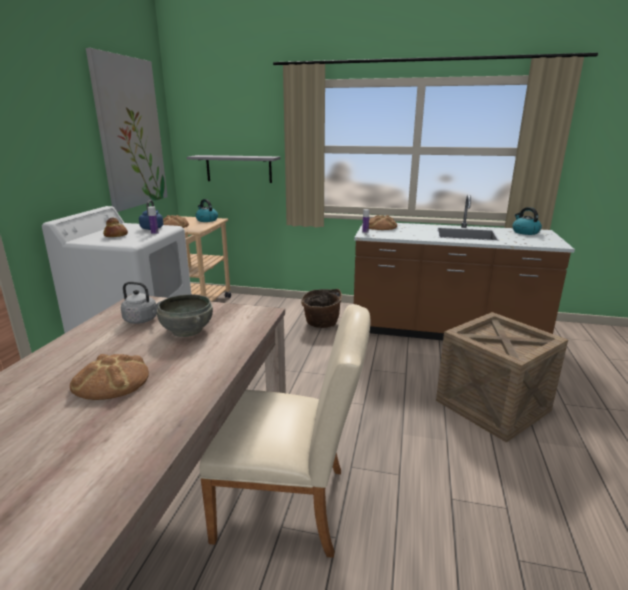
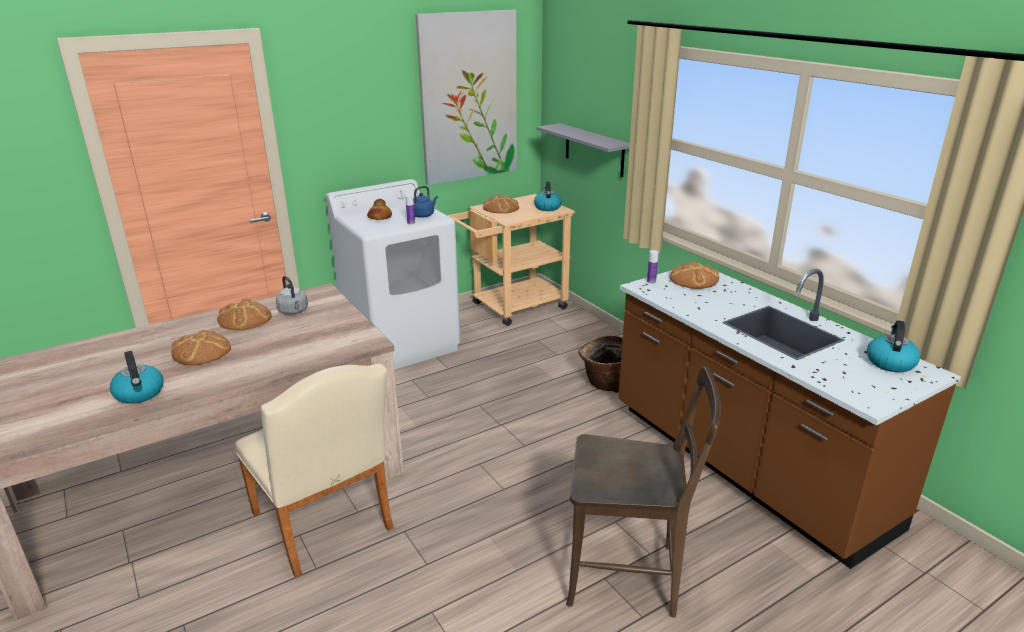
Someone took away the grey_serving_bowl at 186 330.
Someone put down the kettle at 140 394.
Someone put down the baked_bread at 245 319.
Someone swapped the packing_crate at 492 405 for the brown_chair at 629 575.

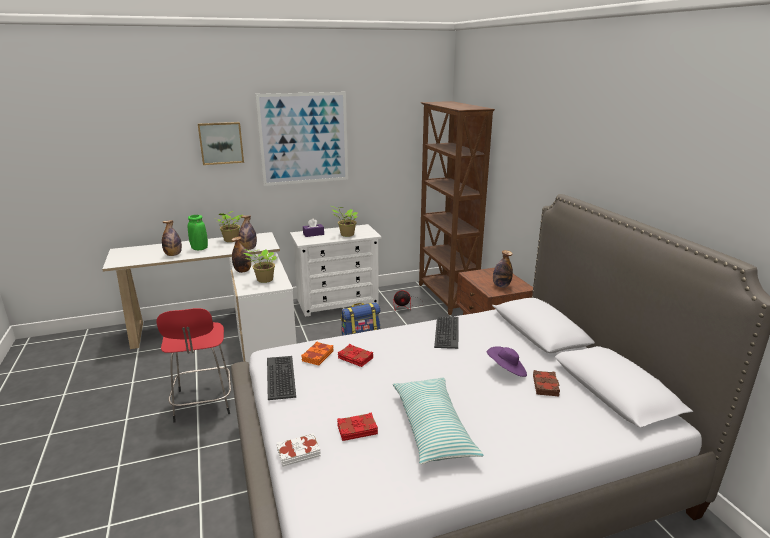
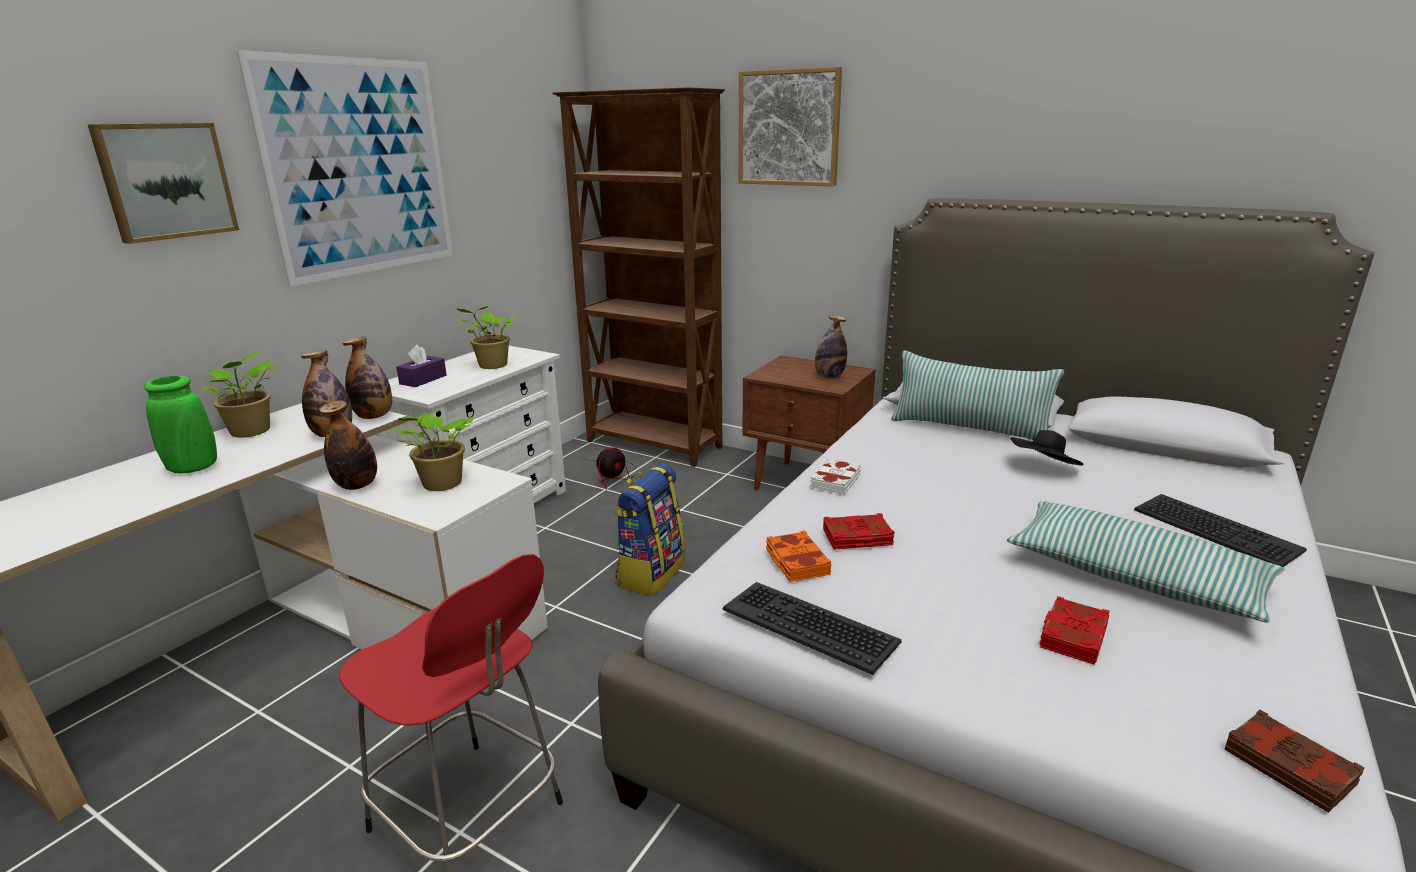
Someone put up the wall_art at 789 128.
Someone put down the pillow at 969 428.
Someone carried the beverage_bottle from 173 255 to 374 416.
Someone carried the white-coloured_bound_book from 298 452 to 834 481.
Someone carried the keyboard from 446 332 to 1214 530.
Someone carried the brown_bound_book from 546 386 to 1289 766.
Someone repainted the purple_clothing_hat at 506 370, which became the black-coloured_clothing_hat at 1043 469.

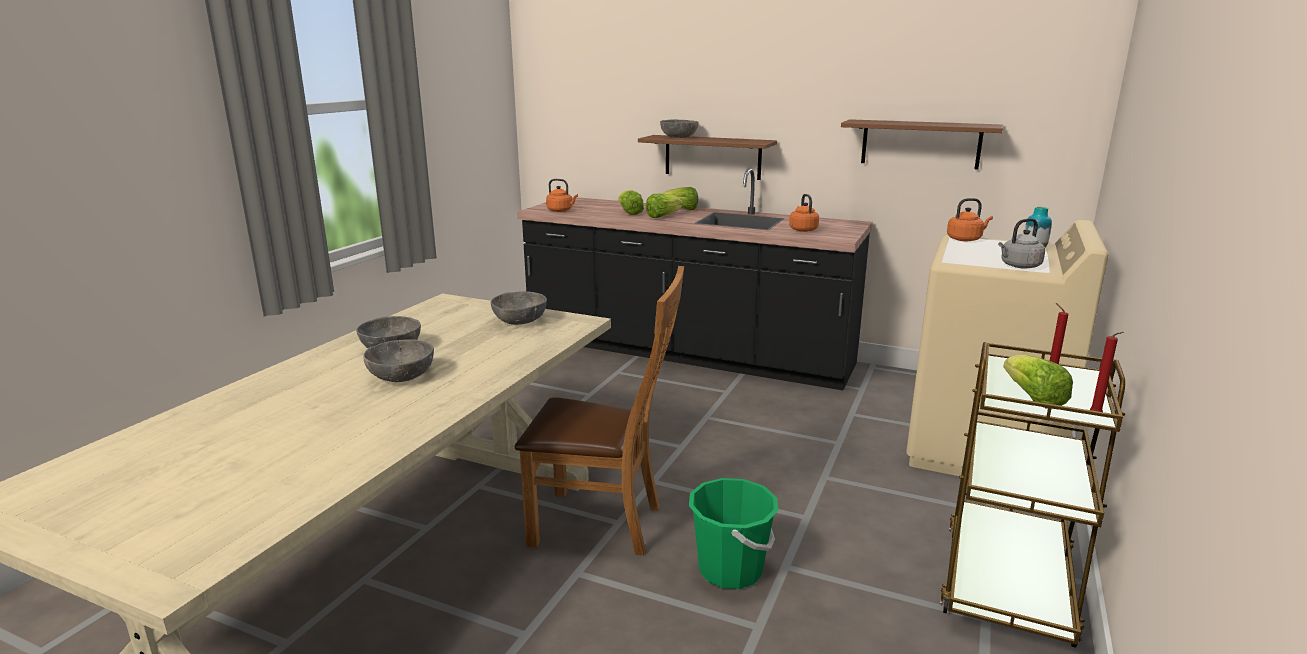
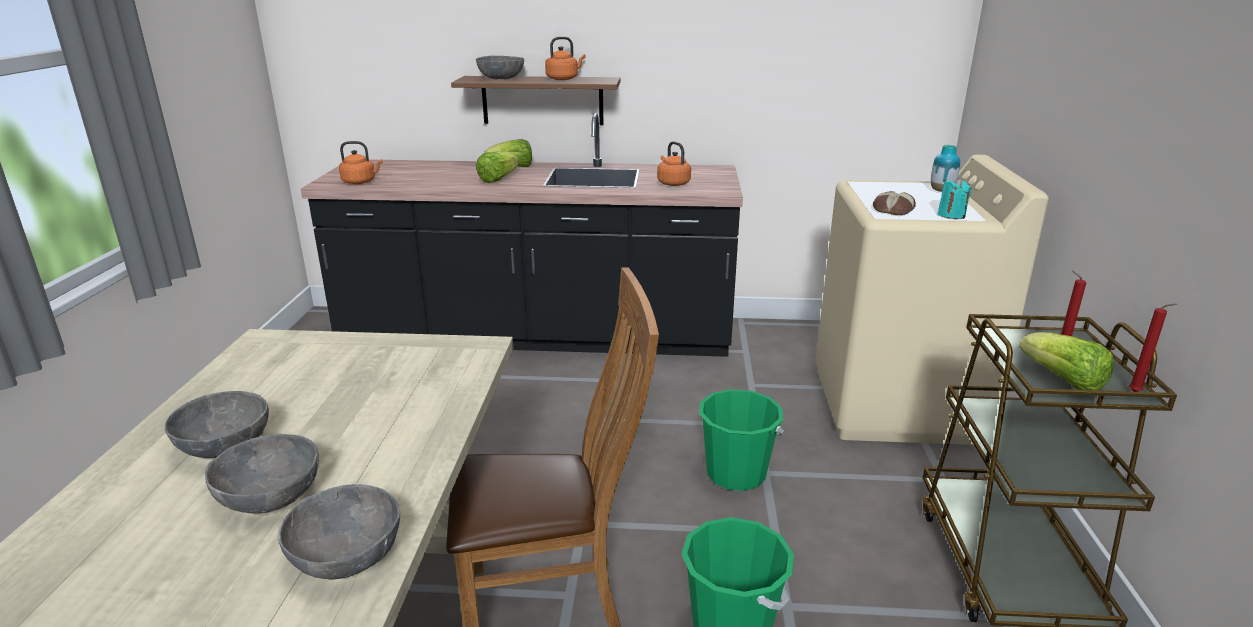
Someone took away the head_of_lettuce at 629 213.
Someone took away the brown_wall_shelf at 920 144.
Someone put down the green_pail at 736 474.
Someone put down the baked_bread at 892 209.
Someone carried the grey_serving_bowl from 520 321 to 347 556.
Someone carried the orange-coloured_kettle from 965 239 to 563 79.
Someone swapped the grey_kettle at 1018 266 for the blue-green_candle at 951 215.

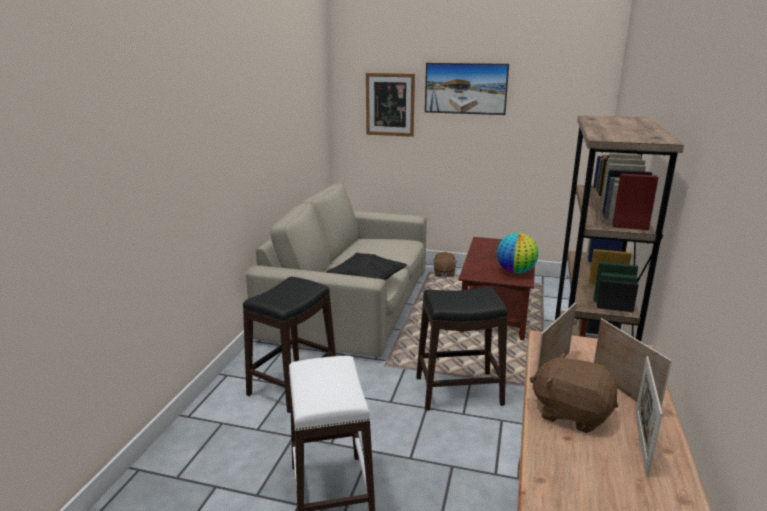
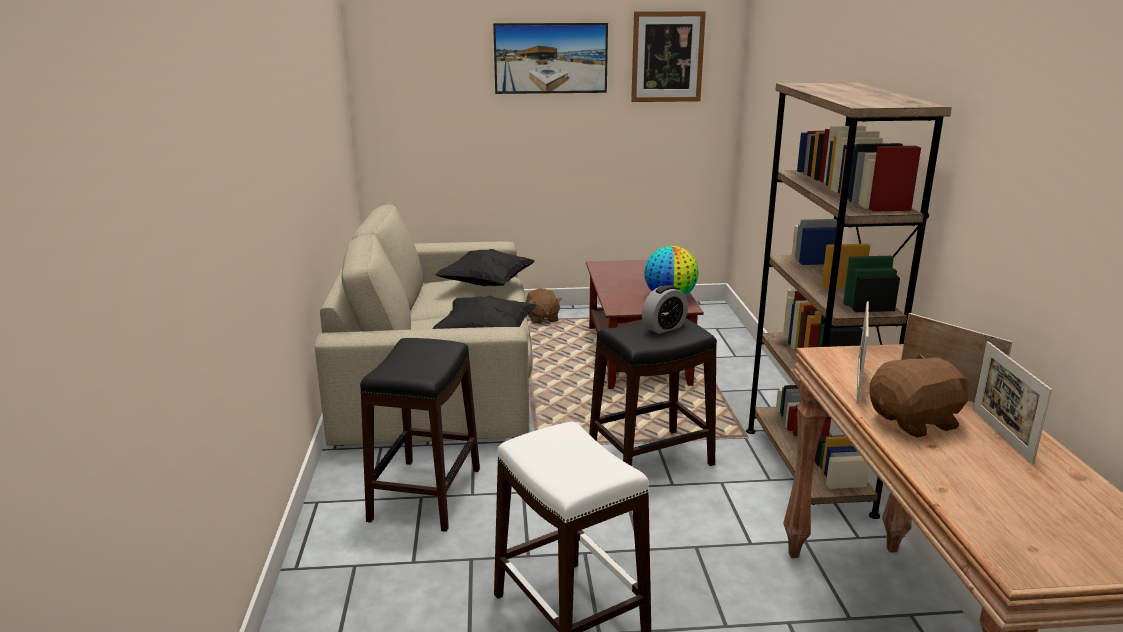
Someone put down the black-coloured_pillow at 486 284.
Someone put down the table_clock at 664 327.
Someone carried the wall_art from 390 104 to 667 57.
Someone rotated the brown_soft_toy at 571 413 by 150 degrees clockwise.

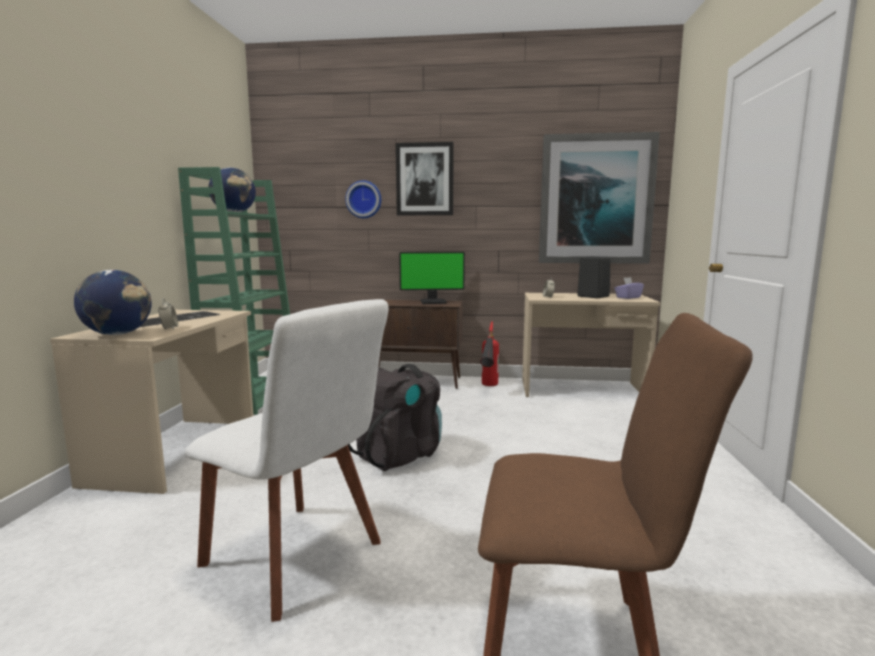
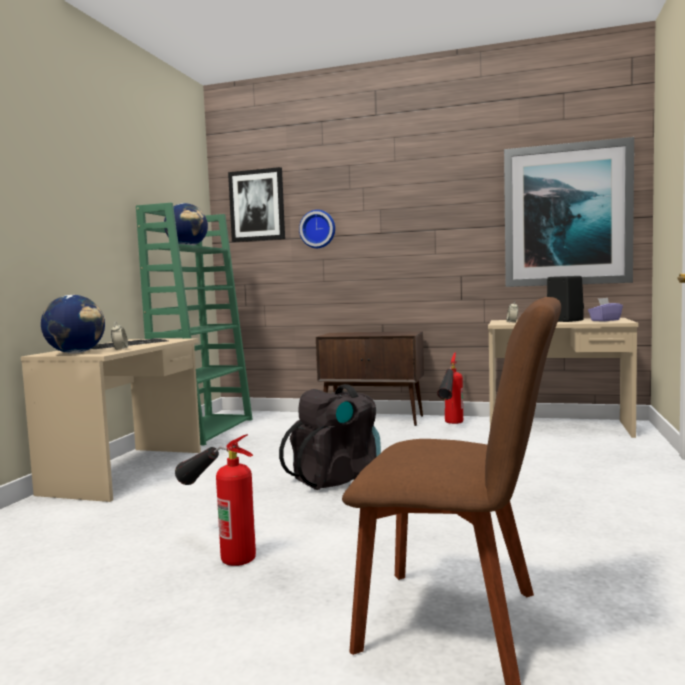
Someone took away the monitor at 433 302.
Someone carried the wall_art from 425 179 to 257 205.
Someone swapped the white-coloured_chair at 298 558 for the extinguisher at 219 549.

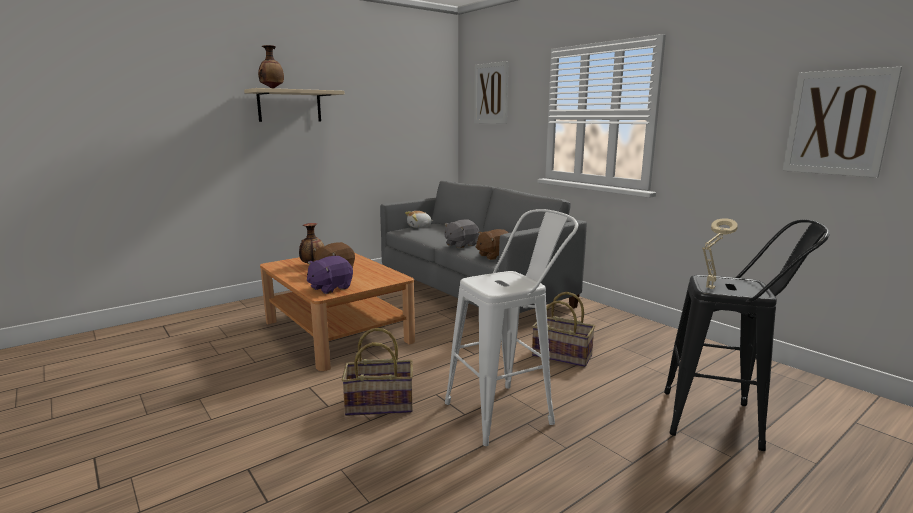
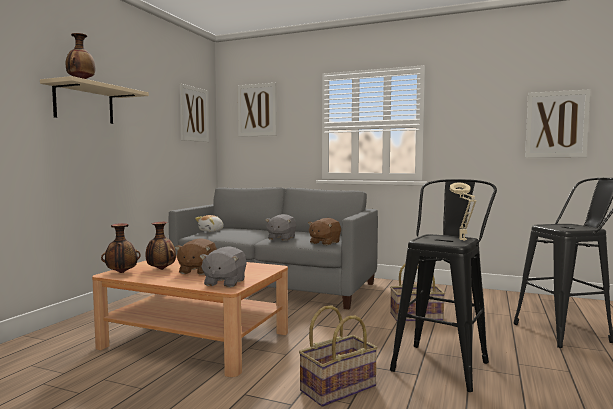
Someone put down the decorative_vase at 121 273.
Someone put up the wall_art at 194 114.
Someone carried the sand-coloured_tabletop_lamp from 709 289 to 463 240.
Someone repainted the purple_soft_toy at 330 288, which became the grey_soft_toy at 224 282.
Someone repainted the white-coloured_stool_seat at 508 411, which became the black-coloured_stool_seat at 443 362.

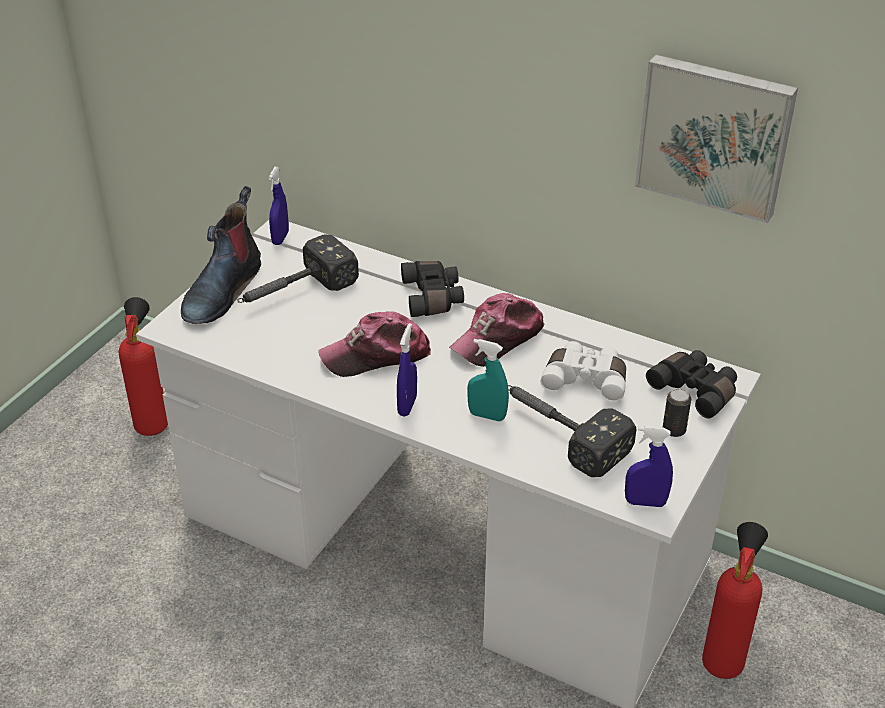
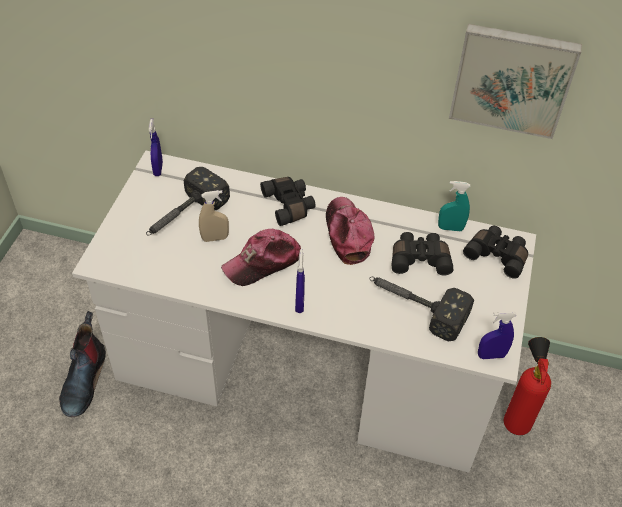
Someone took away the extinguisher at 152 422.
Someone took away the can at 674 430.
Someone put down the sand-coloured_sprayer at 215 238.
Someone carried the tall_boot from 222 290 to 84 380.
Someone carried the blue-green_sprayer from 487 415 to 450 228.
Someone repainted the white-coloured_binoculars at 586 379, which became the black-coloured_binoculars at 420 259.
Someone rotated the cap at 498 338 by 135 degrees clockwise.

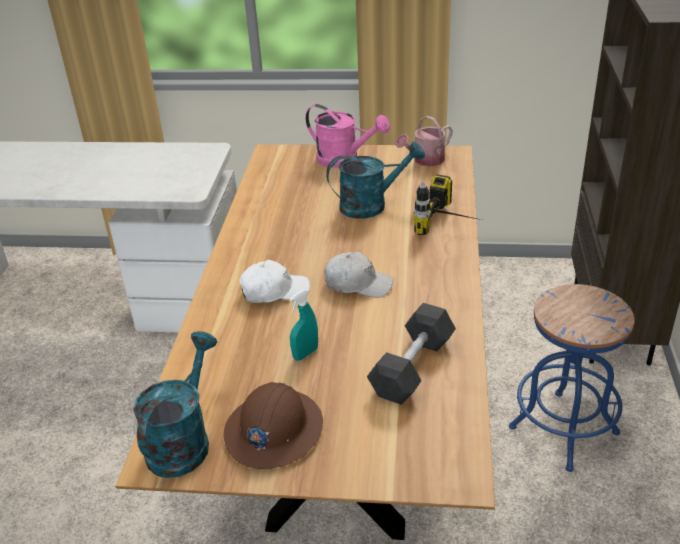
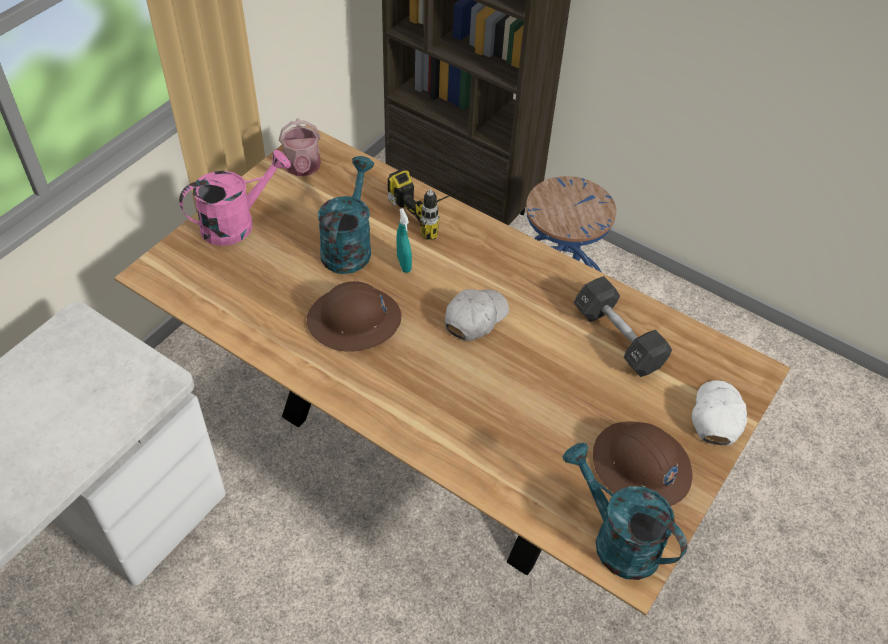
Someone put down the brown_hard_hat at 354 320.
Someone carried the white-coloured_cap from 274 291 to 716 416.
Someone carried the blue-green_sprayer from 305 354 to 404 264.

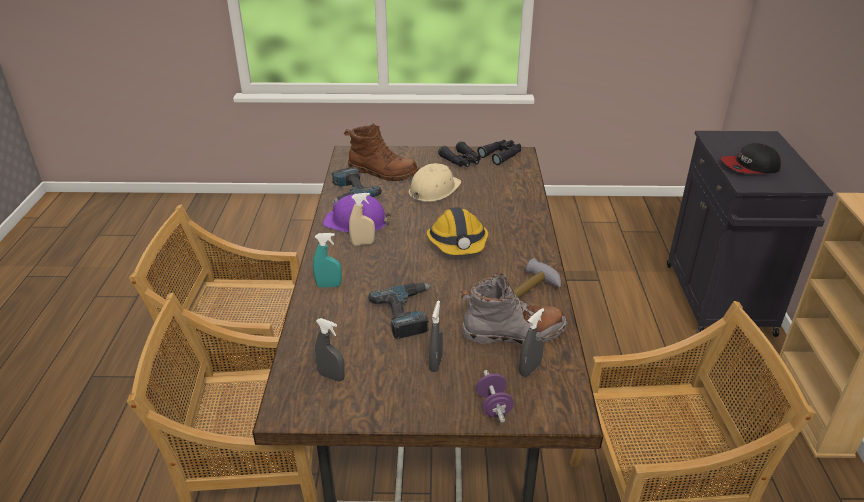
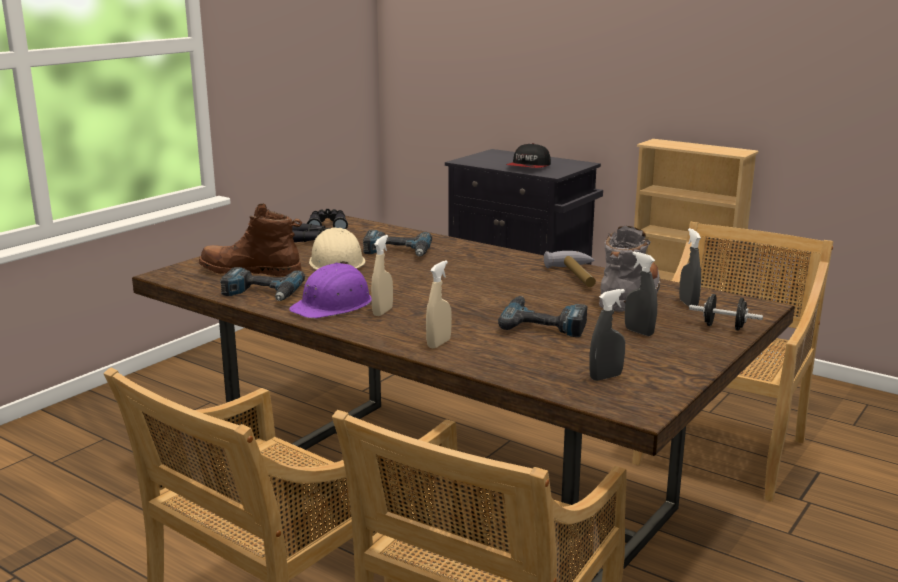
Someone took away the hard_hat at 458 243.
Someone put down the power_drill at 397 252.
Someone repainted the blue-green_sprayer at 329 285, which became the sand-coloured_sprayer at 438 343.
Someone repainted the purple_free_weight at 493 406, which became the black-coloured_free_weight at 724 327.
Someone rotated the brown_tall_boot at 382 172 by 135 degrees counterclockwise.

